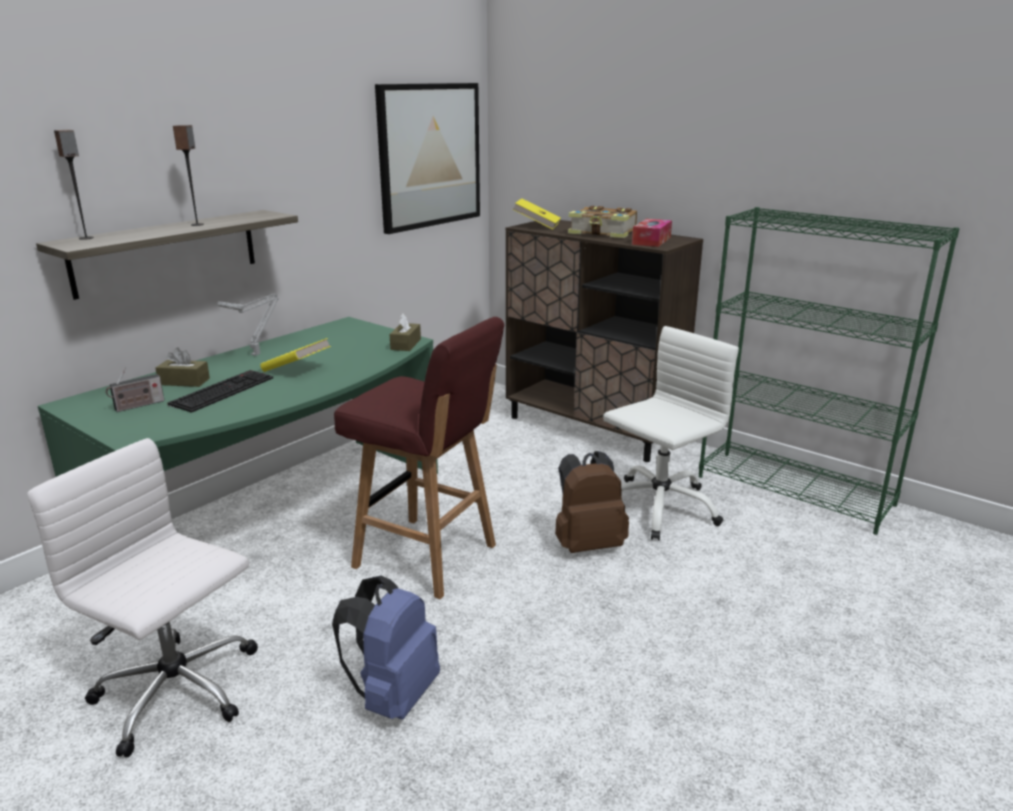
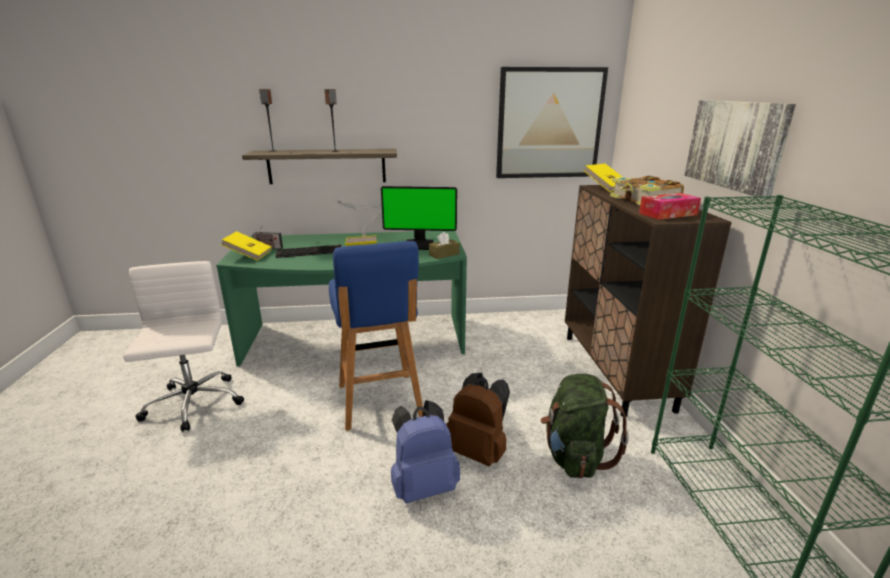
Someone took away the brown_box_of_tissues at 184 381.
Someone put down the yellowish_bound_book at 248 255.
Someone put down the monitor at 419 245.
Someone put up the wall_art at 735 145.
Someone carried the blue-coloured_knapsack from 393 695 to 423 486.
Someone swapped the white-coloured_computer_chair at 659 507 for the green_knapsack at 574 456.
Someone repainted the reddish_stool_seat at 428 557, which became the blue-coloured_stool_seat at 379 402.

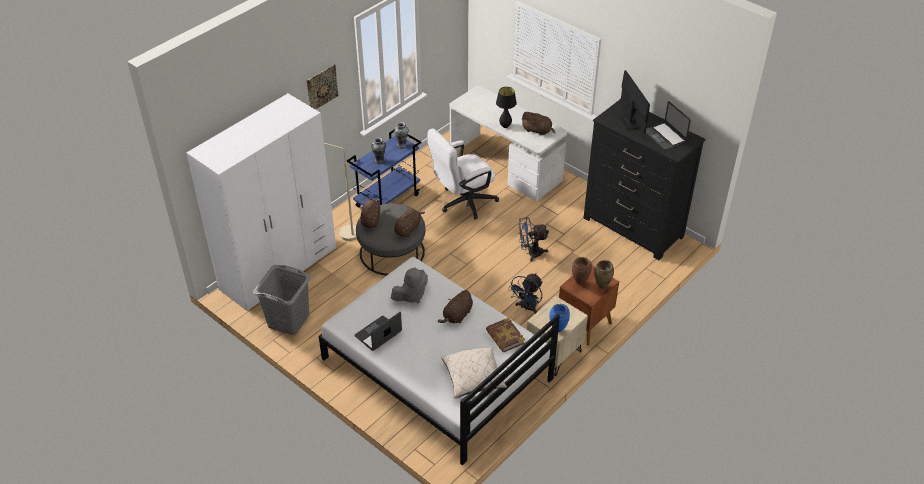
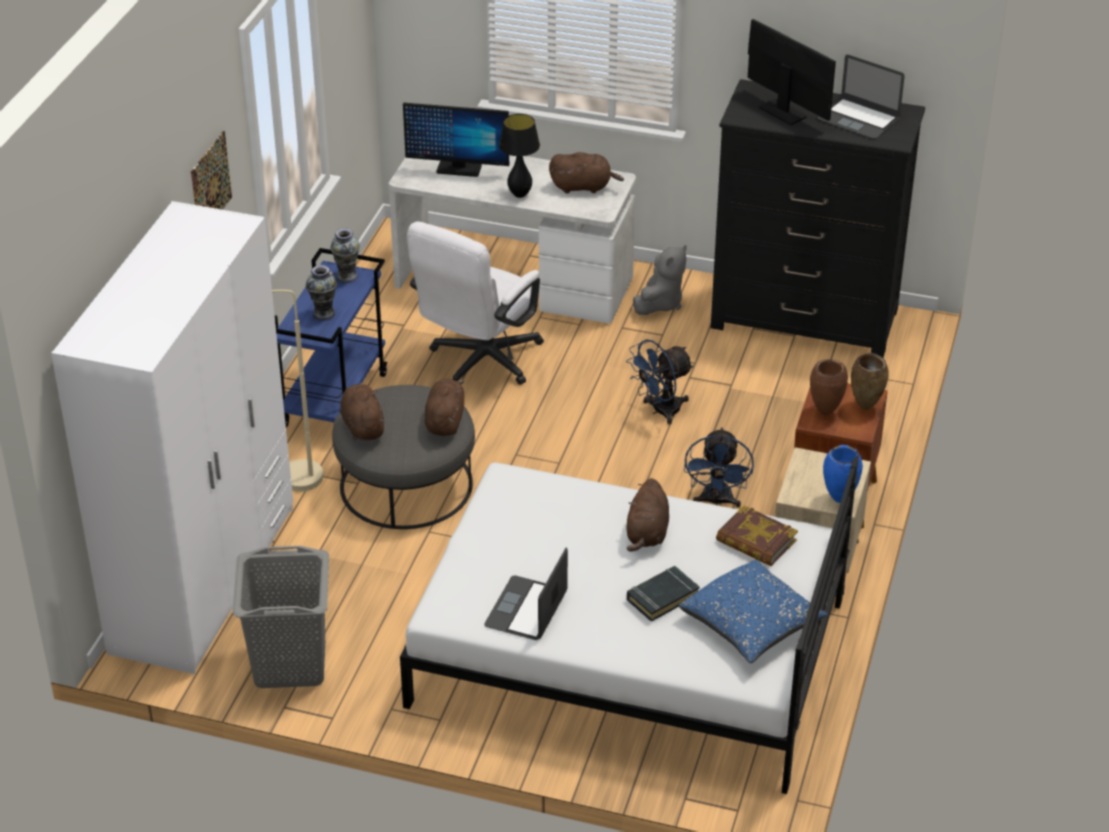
Someone put down the monitor at 458 169.
Someone put down the black-coloured_bound_book at 662 597.
Someone carried the grey_soft_toy from 411 295 to 660 303.
Someone repainted the sand-coloured_pillow at 473 379, which became the blue-coloured_pillow at 751 625.

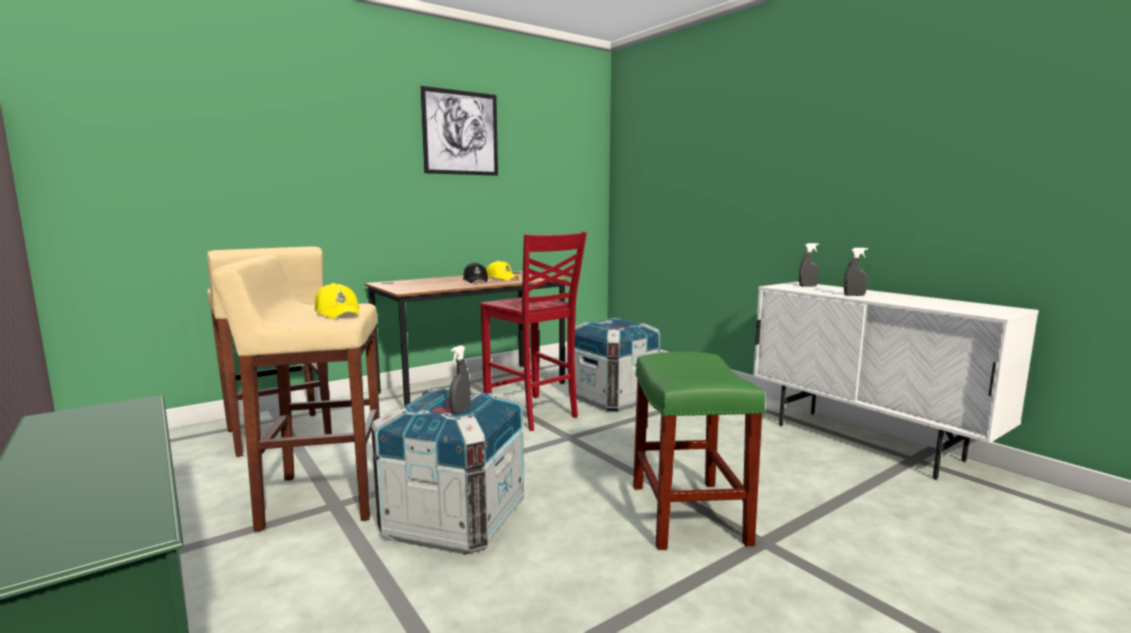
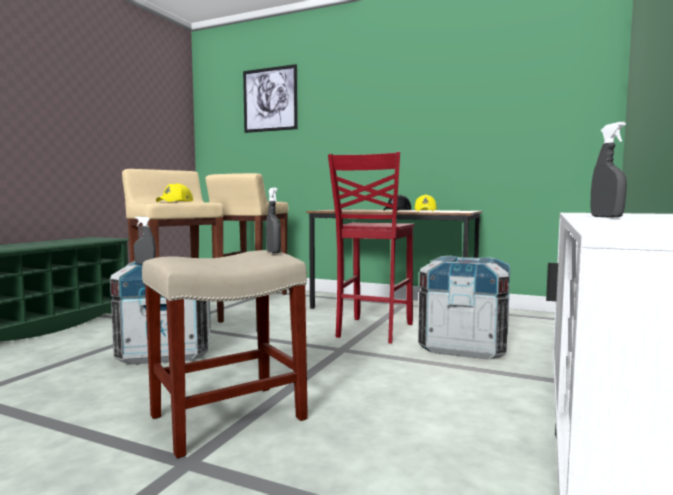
Someone carried the wall_art from 460 133 to 270 99.
Someone carried the grey_sprayer from 808 286 to 273 252.
Someone repainted the green_stool_seat at 689 514, which became the sand-coloured_stool_seat at 226 418.

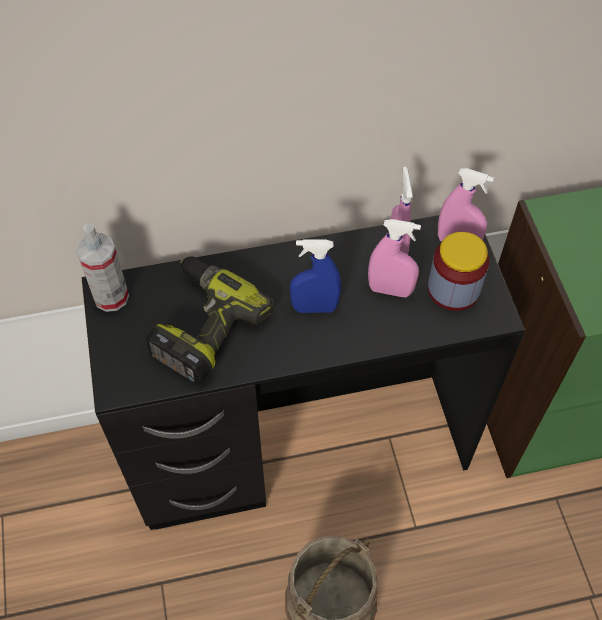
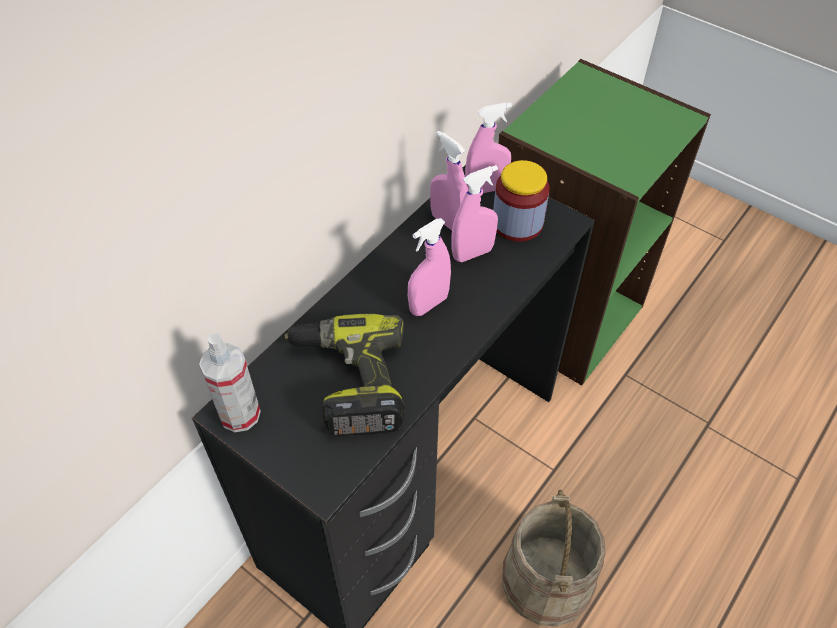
Someone repainted the blue-coloured_sprayer at 314 308, which became the pink-coloured_sprayer at 428 304.

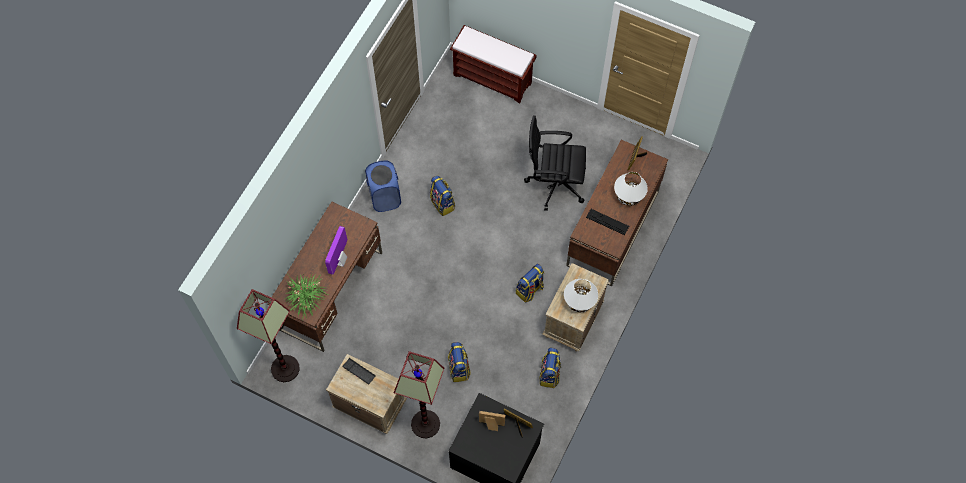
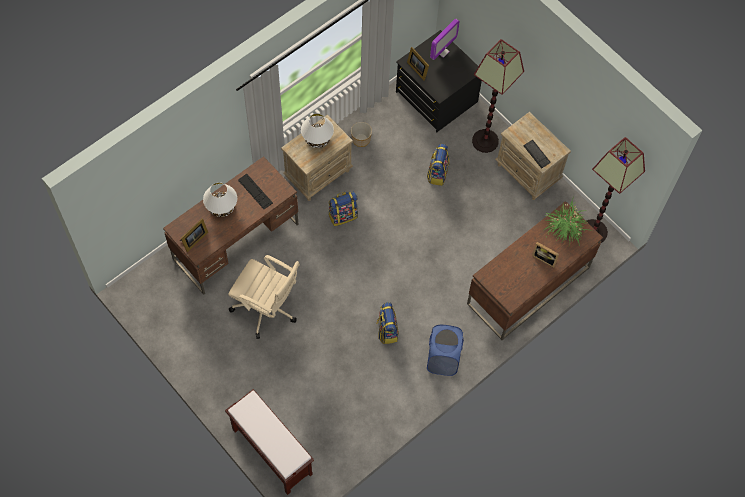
Someone carried the monitor from 340 261 to 442 51.
Someone carried the picture_frame from 491 425 to 544 258.
Someone swapped the knapsack at 549 374 for the planter at 361 139.
Someone repainted the black-coloured_computer_chair at 554 183, which became the sand-coloured_computer_chair at 267 308.

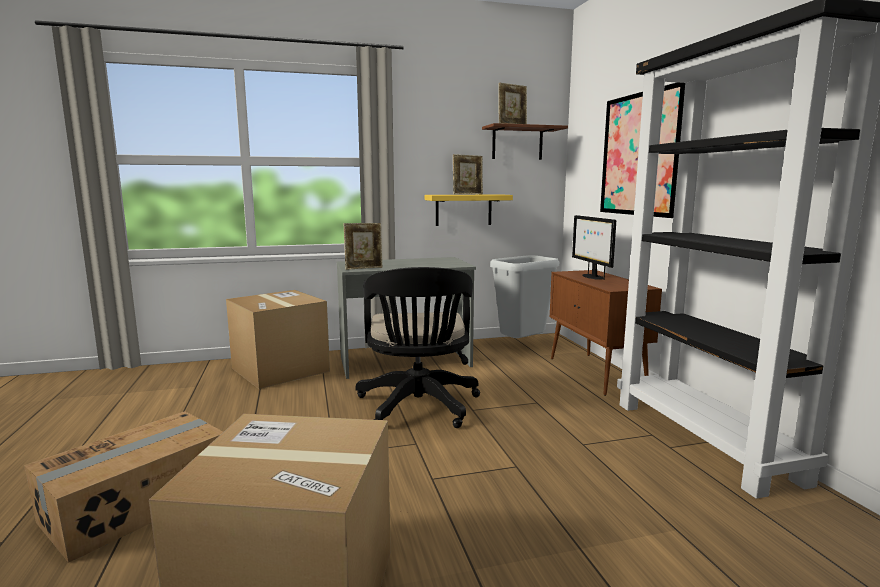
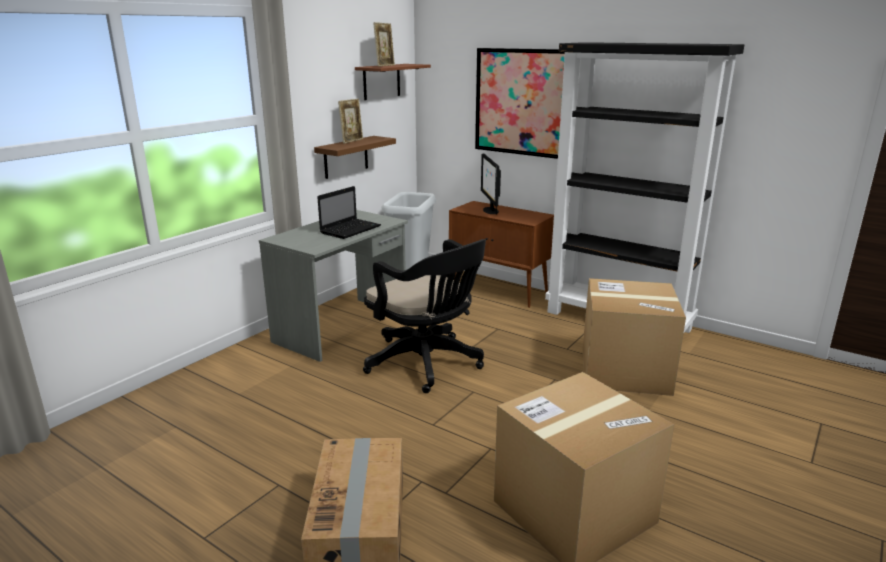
Someone took away the picture_frame at 364 268.
Someone put down the notebook_computer at 351 229.
Someone carried the cardboard_box from 280 369 to 624 370.
Someone repainted the yellowish_wall_shelf at 463 210, which became the brown_wall_shelf at 346 157.
Someone rotated the monitor at 592 277 by 45 degrees clockwise.

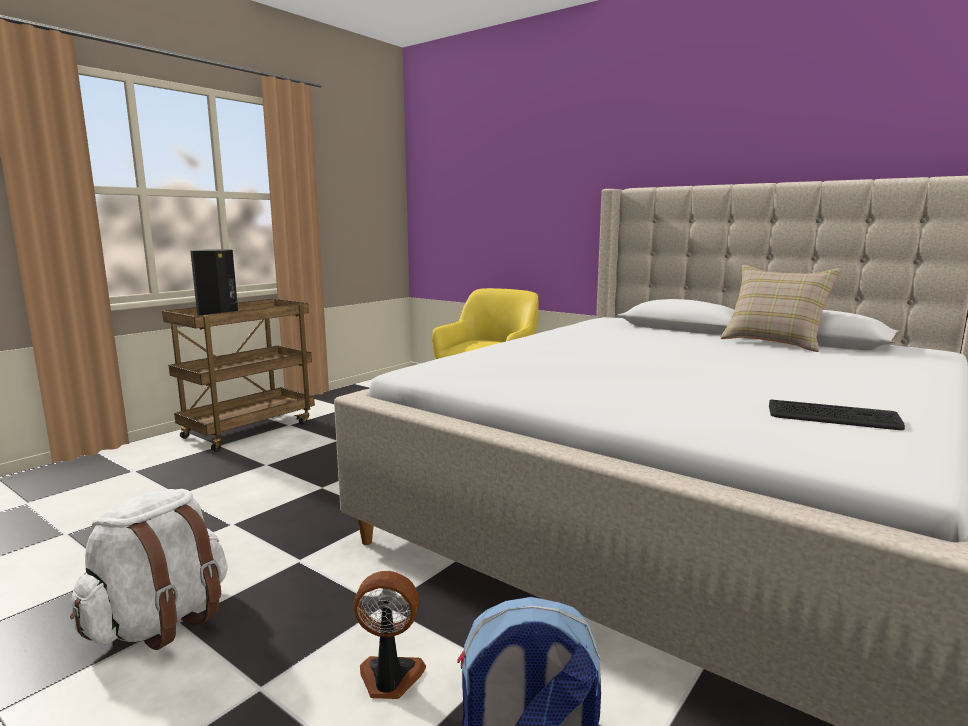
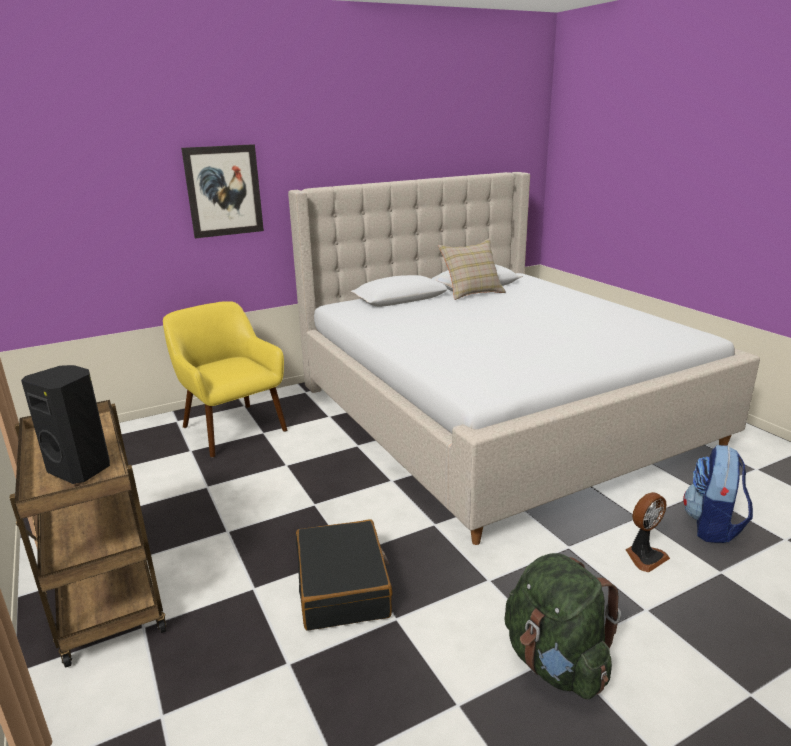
Someone took away the keyboard at 832 417.
Someone put up the wall_art at 224 191.
Someone put down the black-coloured_suitcase at 343 587.
Someone repainted the white-coloured_knapsack at 161 621, which became the green_knapsack at 555 663.
Someone rotated the fan at 389 679 by 150 degrees counterclockwise.

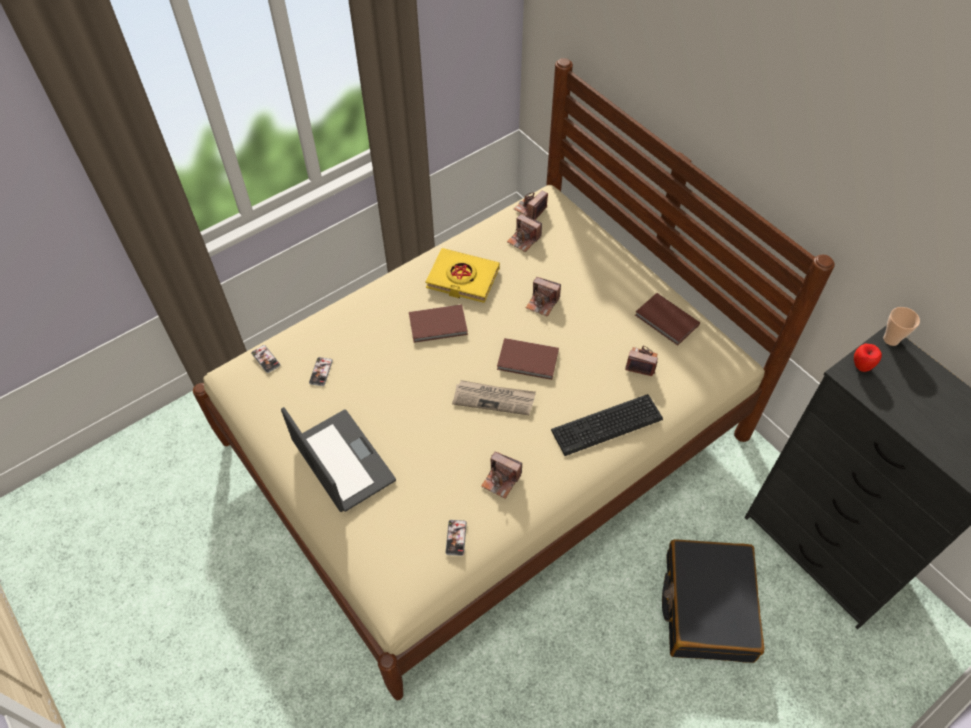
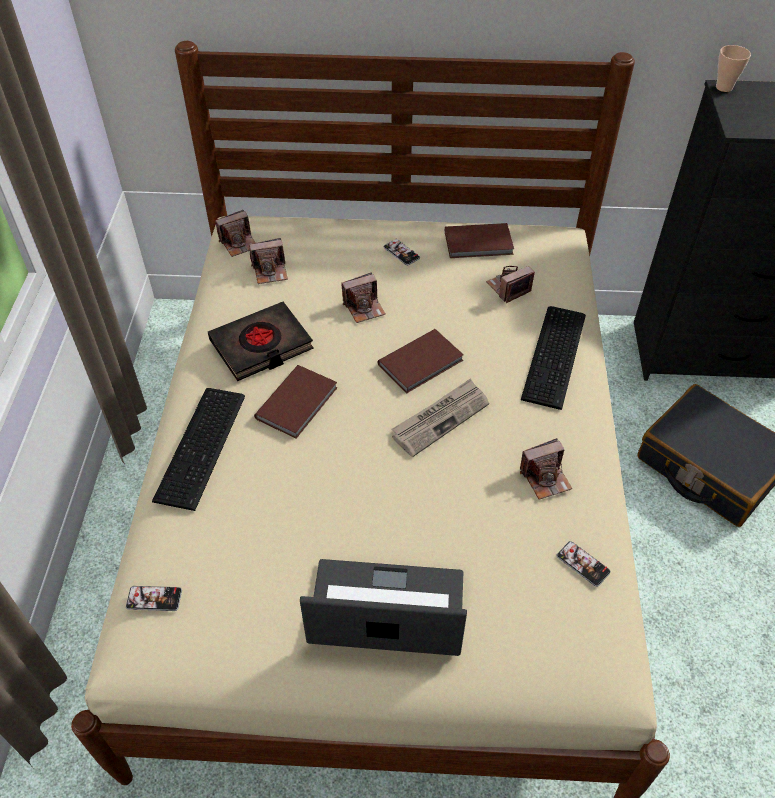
Someone took away the apple_fruit at 861 367.
Someone put down the keyboard at 204 446.
Someone carried the telephone from 321 372 to 401 253.
Someone repainted the yellowish_bound_book at 462 279, which became the black-coloured_bound_book at 261 346.
Someone rotated the photo_camera at 530 209 by 105 degrees counterclockwise.

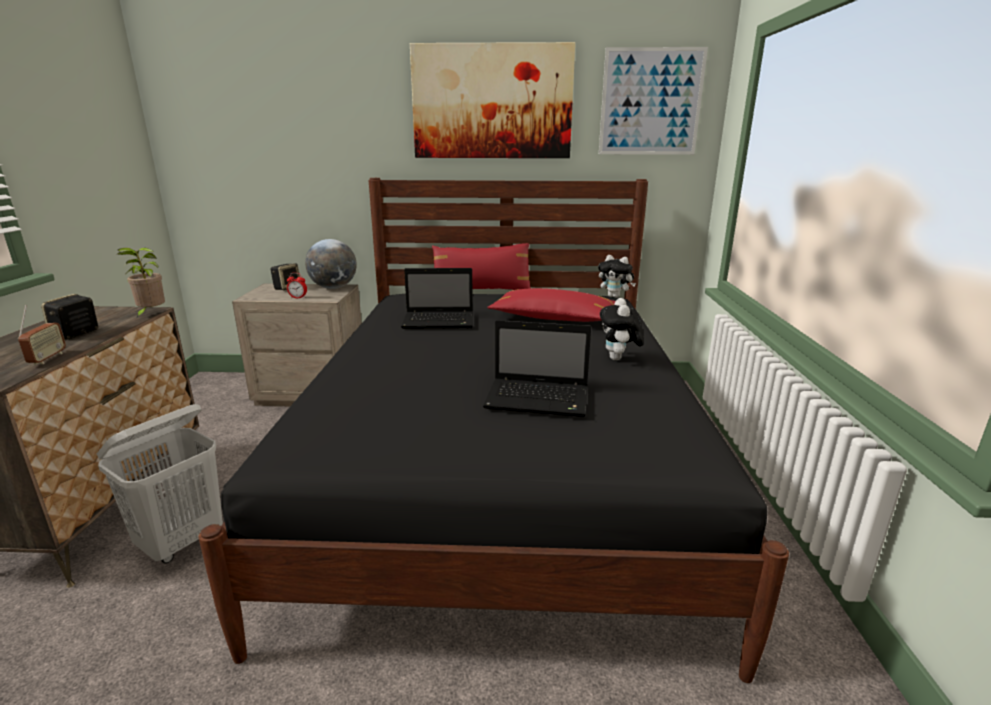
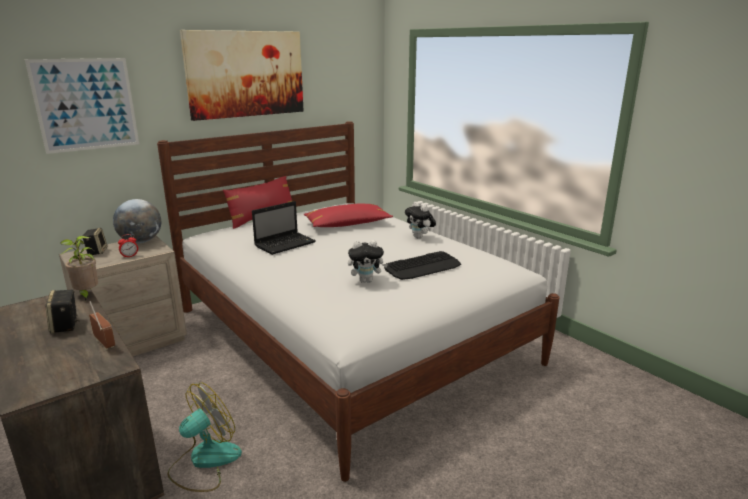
Someone carried the soft_toy from 615 297 to 366 281.
Someone carried the wall_art from 651 102 to 86 104.
Someone swapped the white-coloured_hamper at 182 542 for the fan at 204 461.
Someone swapped the notebook_computer at 539 399 for the keyboard at 423 266.
Someone repainted the black-coloured_bedroom_bed at 500 472, which became the white-coloured_bedroom_bed at 350 335.

